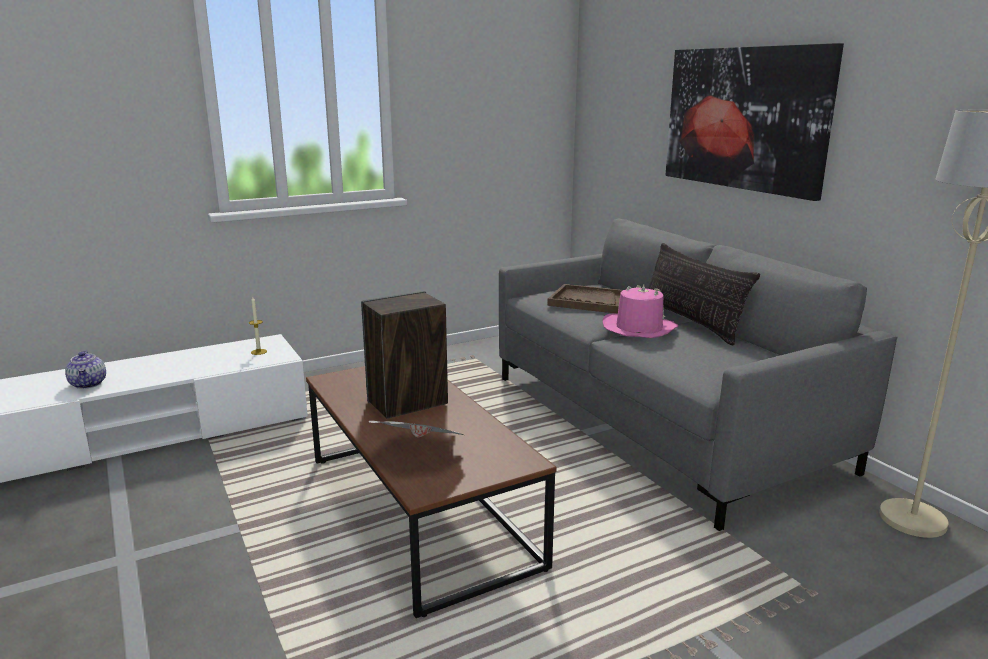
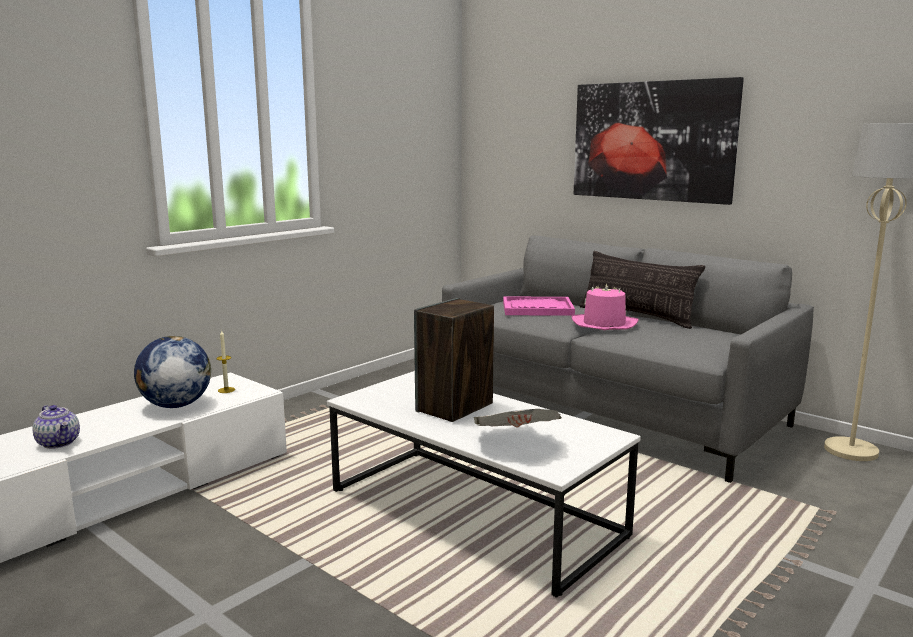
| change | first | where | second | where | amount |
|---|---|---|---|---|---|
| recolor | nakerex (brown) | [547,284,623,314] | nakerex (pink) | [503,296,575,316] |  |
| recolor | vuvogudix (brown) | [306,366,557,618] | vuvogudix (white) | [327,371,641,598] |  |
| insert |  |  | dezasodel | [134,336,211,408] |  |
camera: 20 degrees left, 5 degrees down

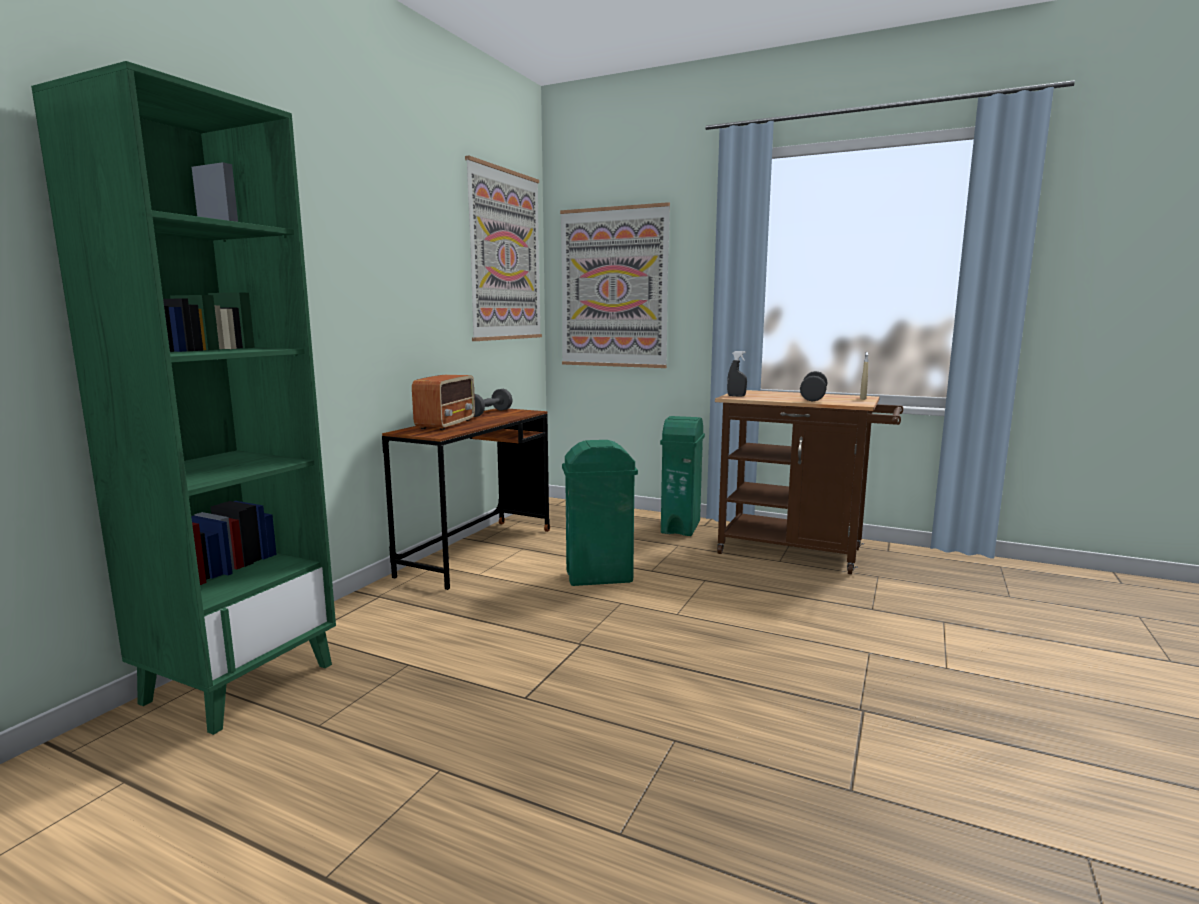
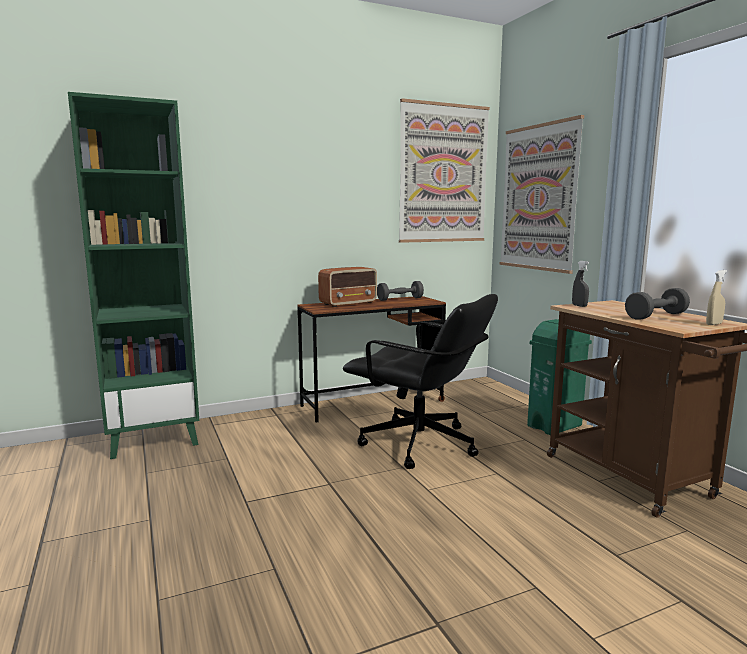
| change | first | where | second | where | amount |
|---|---|---|---|---|---|
| replace | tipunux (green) | [562,440,638,586] | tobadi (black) | [343,294,498,469] |  |
camera: 40 degrees right, 0 degrees up

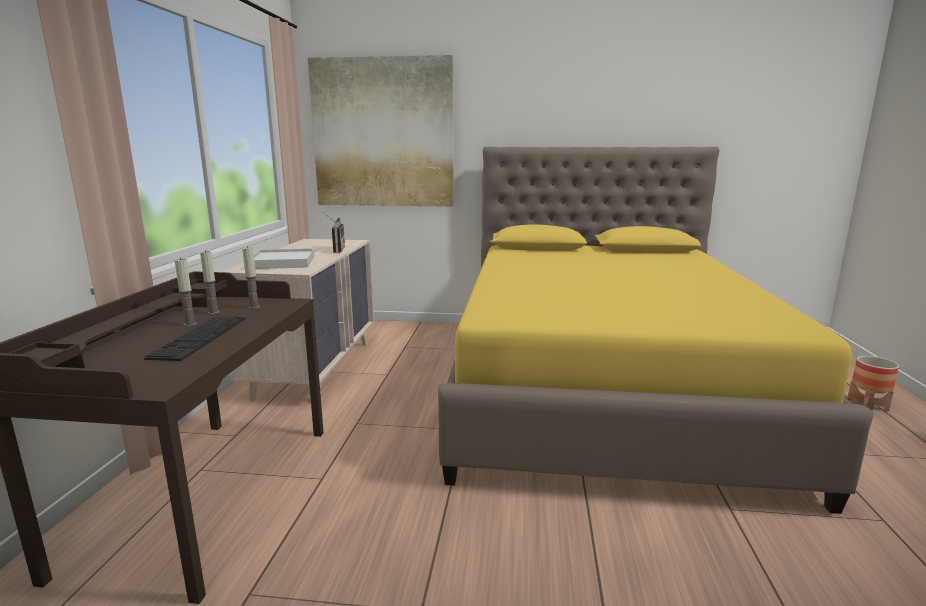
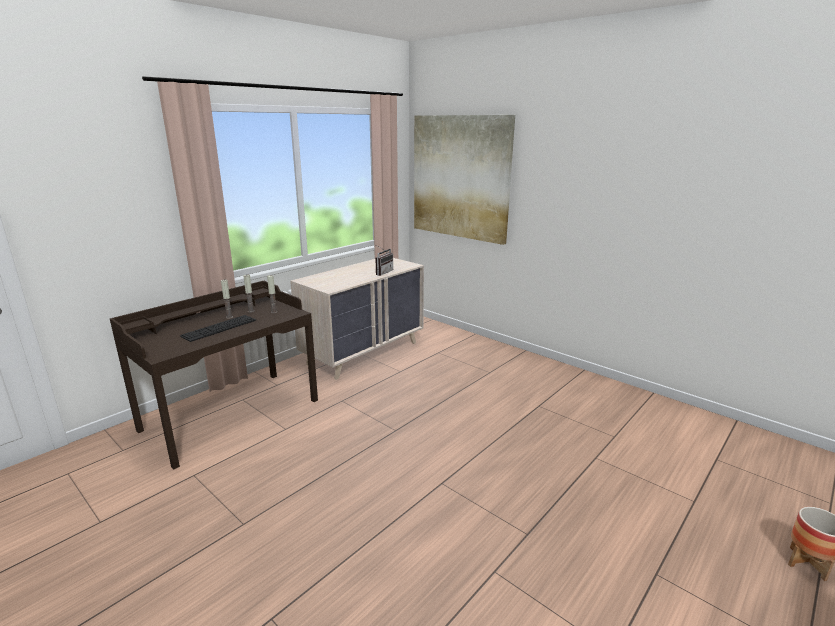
| change | first | where | second | where | amount |
|---|---|---|---|---|---|
| delete | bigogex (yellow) | [438,147,873,514] |  |  |  |
| delete | nakerex (white) | [254,248,315,269] |  |  |  |
camera: 35 degrees right, 5 degrees up

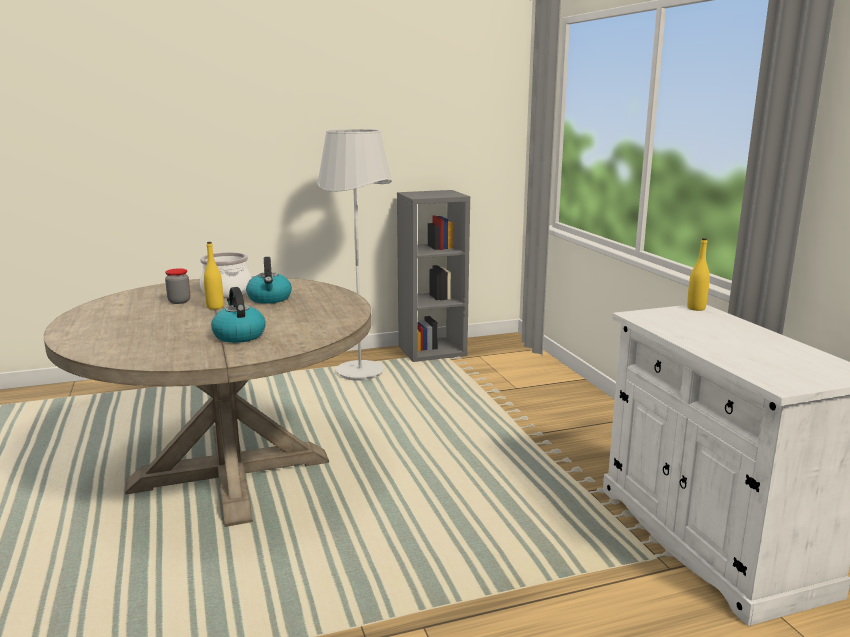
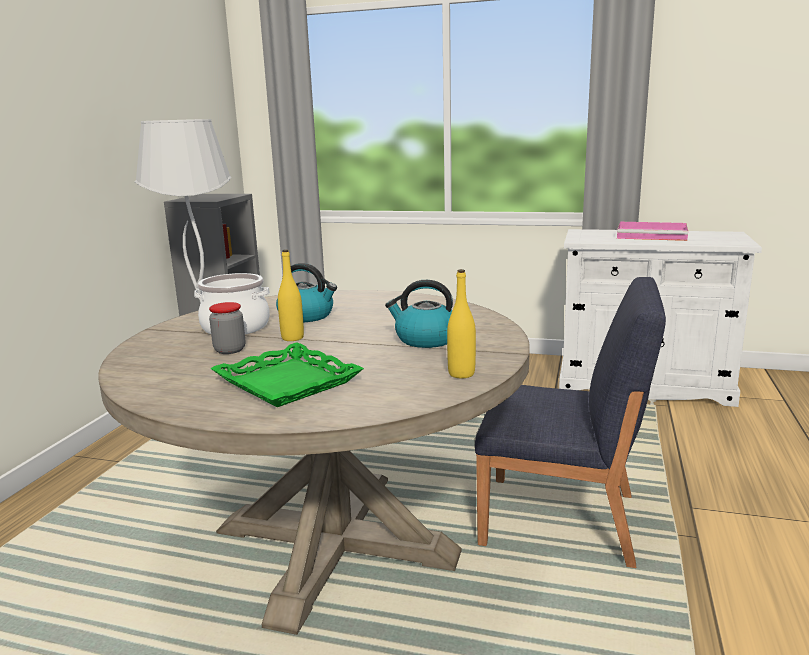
| change | first | where | second | where | amount |
|---|---|---|---|---|---|
| move | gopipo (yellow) | [687,238,710,311] |  | [447,269,476,378] |  |
| insert |  |  | nakerex (pink) | [617,222,688,241] |  |
| insert |  |  | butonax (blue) | [475,277,666,568] |  |
| insert |  |  | nakerex (green) | [210,342,364,407] |  |
camera: 55 degrees left, 0 degrees up

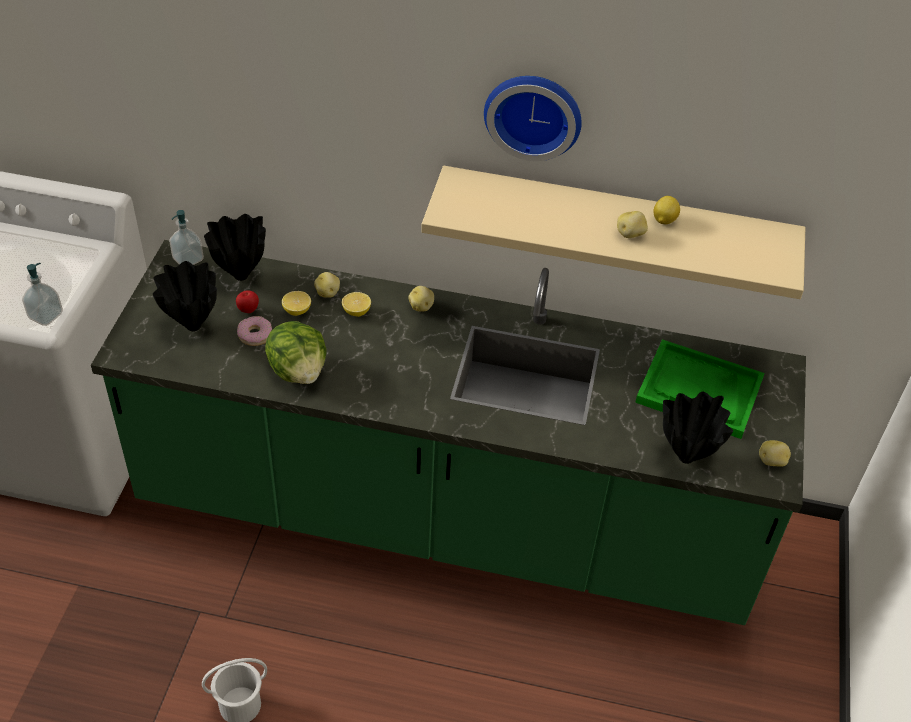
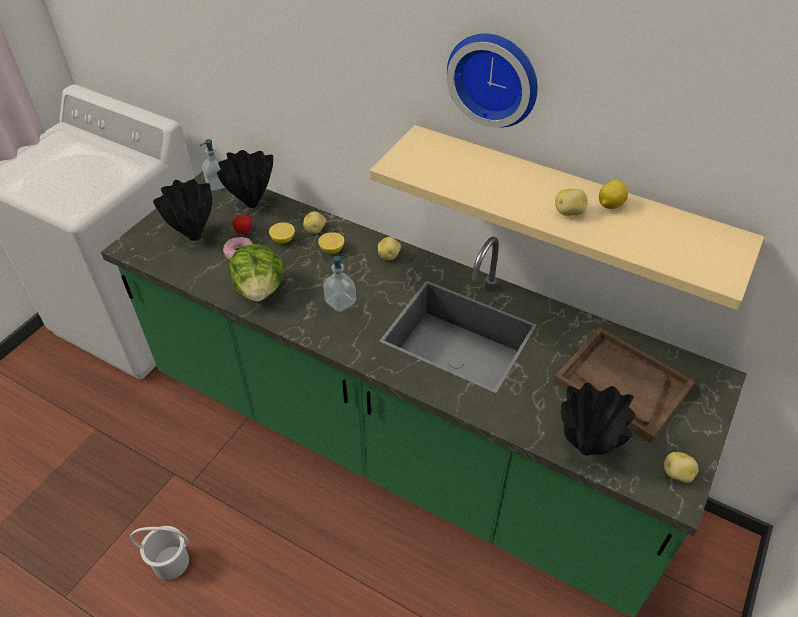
| change | first | where | second | where | amount |
|---|---|---|---|---|---|
| move | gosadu | [22,263,63,326] |  | [323,256,356,312] |  |
| recolor | nakerex (green) | [635,339,765,439] | nakerex (brown) | [553,327,695,443] |  |
camera: 20 degrees right, 0 degrees up

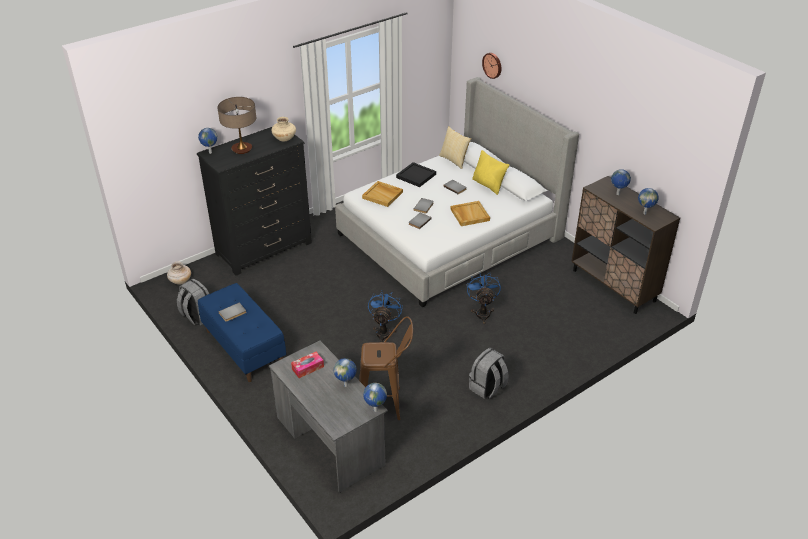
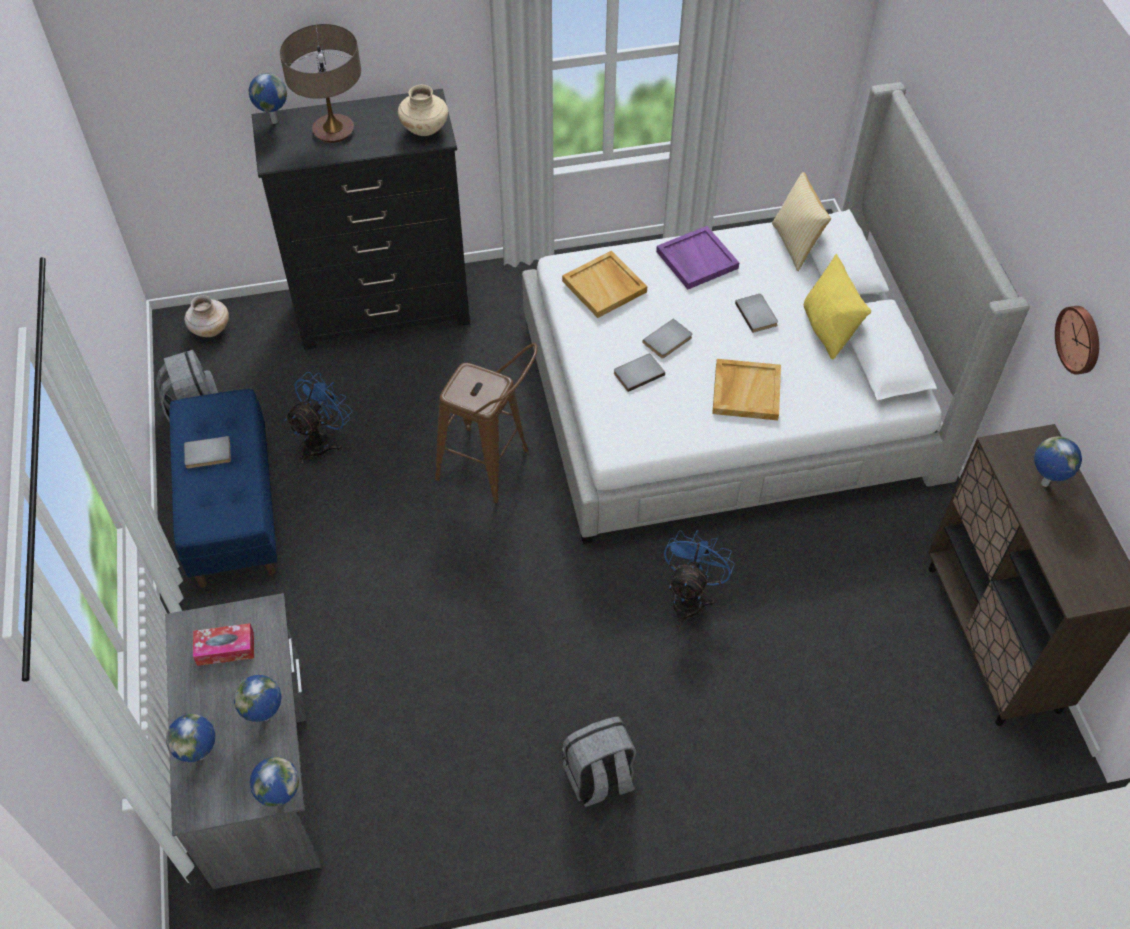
| change | first | where | second | where | amount |
|---|---|---|---|---|---|
| move | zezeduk | [482,53,502,79] |  | [1055,306,1099,375] |  |
| recolor | nakerex (black) | [396,162,436,187] | nakerex (purple) | [656,226,739,289] |  |
| move | dezasodel | [638,188,659,214] |  | [166,714,215,762] |  |
| move | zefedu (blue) | [368,290,403,342] |  | [285,372,353,464] |  |
| move | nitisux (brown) | [359,316,413,420] |  | [435,343,537,503] |  |
camera: 25 degrees right, 15 degrees up

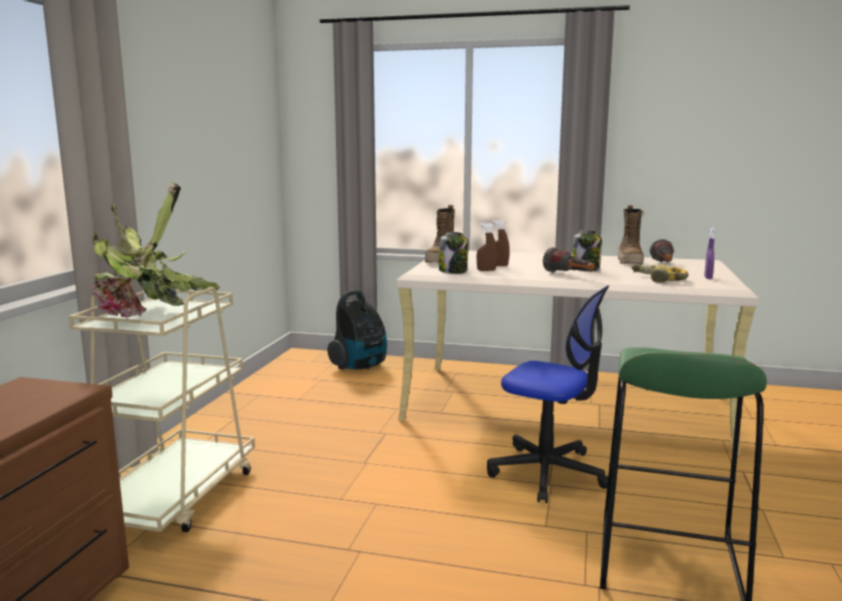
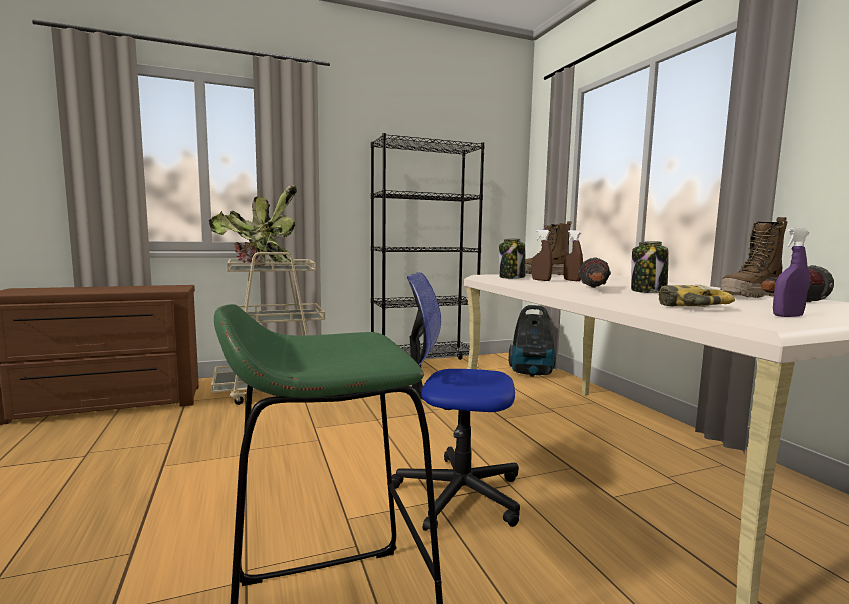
| change | first | where | second | where | amount |
|---|---|---|---|---|---|
| rotate | tobadi | [487,285,609,503] |  | [392,272,520,531] | 105 degrees clockwise |
| insert |  |  | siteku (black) | [371,133,485,366] |  |
camera: 55 degrees right, 5 degrees down

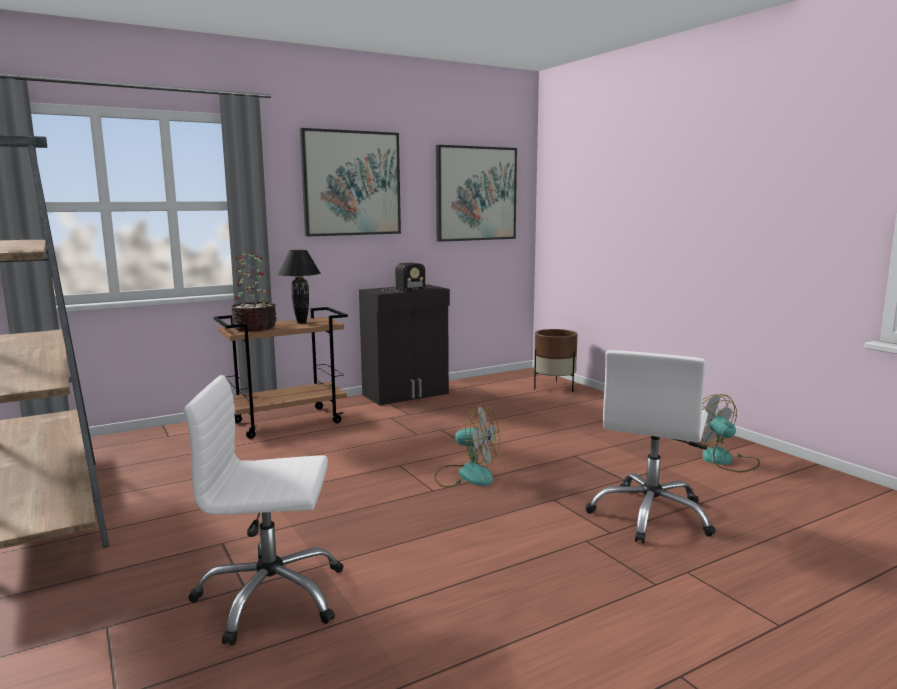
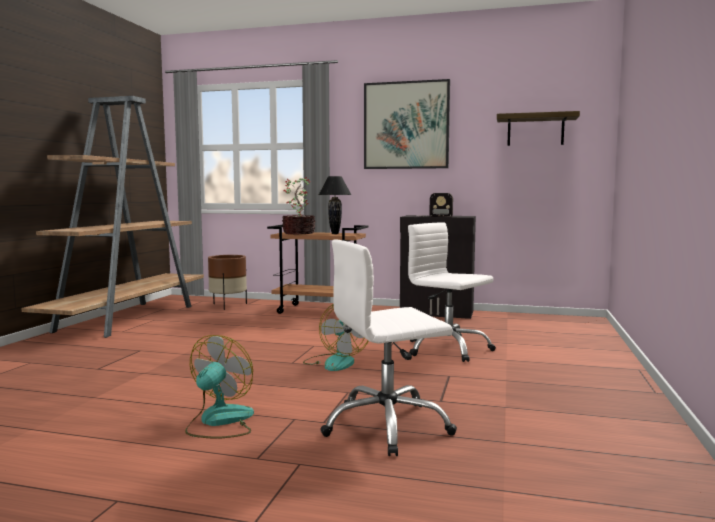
| change | first | where | second | where | amount |
|---|---|---|---|---|---|
| replace | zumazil | [436,145,517,242] | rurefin | [497,111,580,146] |  |
| move | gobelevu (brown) | [534,329,577,392] |  | [208,255,247,310] |  |
| move | tobadi (white) | [184,375,343,646] |  | [408,223,496,362] |  |
| move | zefedu | [696,394,760,472] |  | [185,335,254,439] |  |
camera: 45 degrees right, 5 degrees down

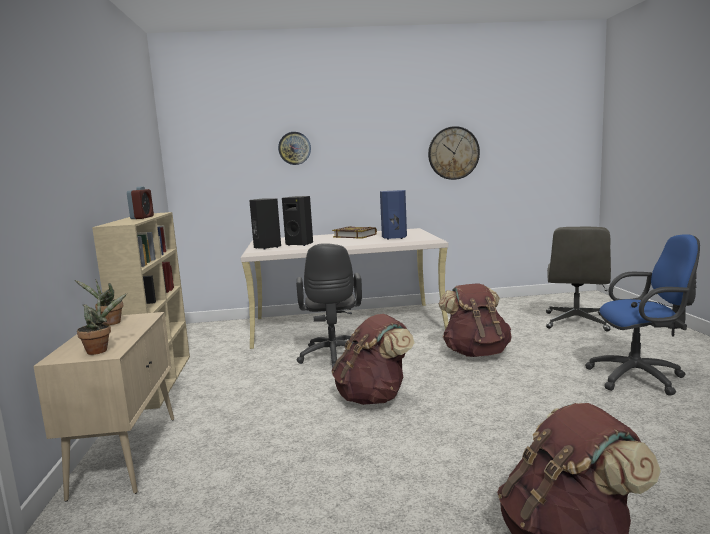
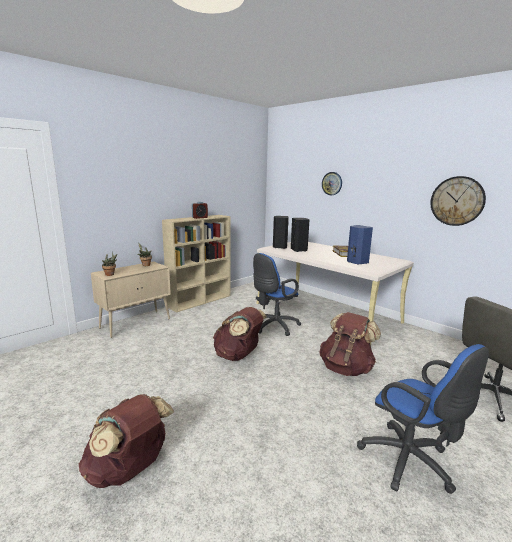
| change | first | where | second | where | amount |
|---|---|---|---|---|---|
| recolor | tobadi (grey) | [296,243,362,368] | tobadi (blue) | [253,253,301,336] |  |
camera: 50 degrees right, 5 degrees up

